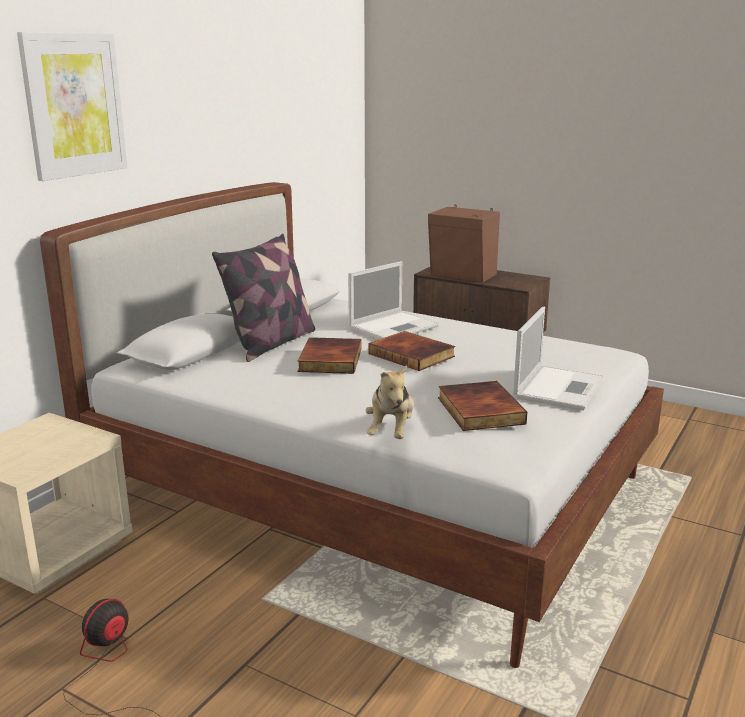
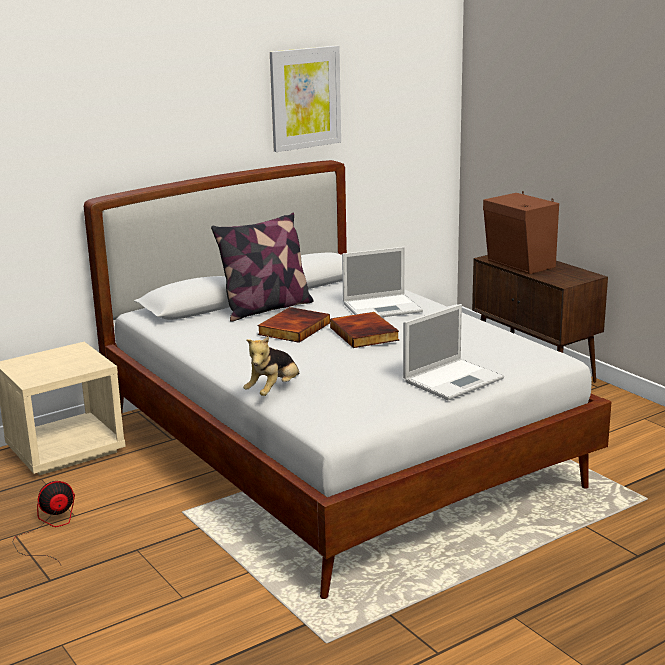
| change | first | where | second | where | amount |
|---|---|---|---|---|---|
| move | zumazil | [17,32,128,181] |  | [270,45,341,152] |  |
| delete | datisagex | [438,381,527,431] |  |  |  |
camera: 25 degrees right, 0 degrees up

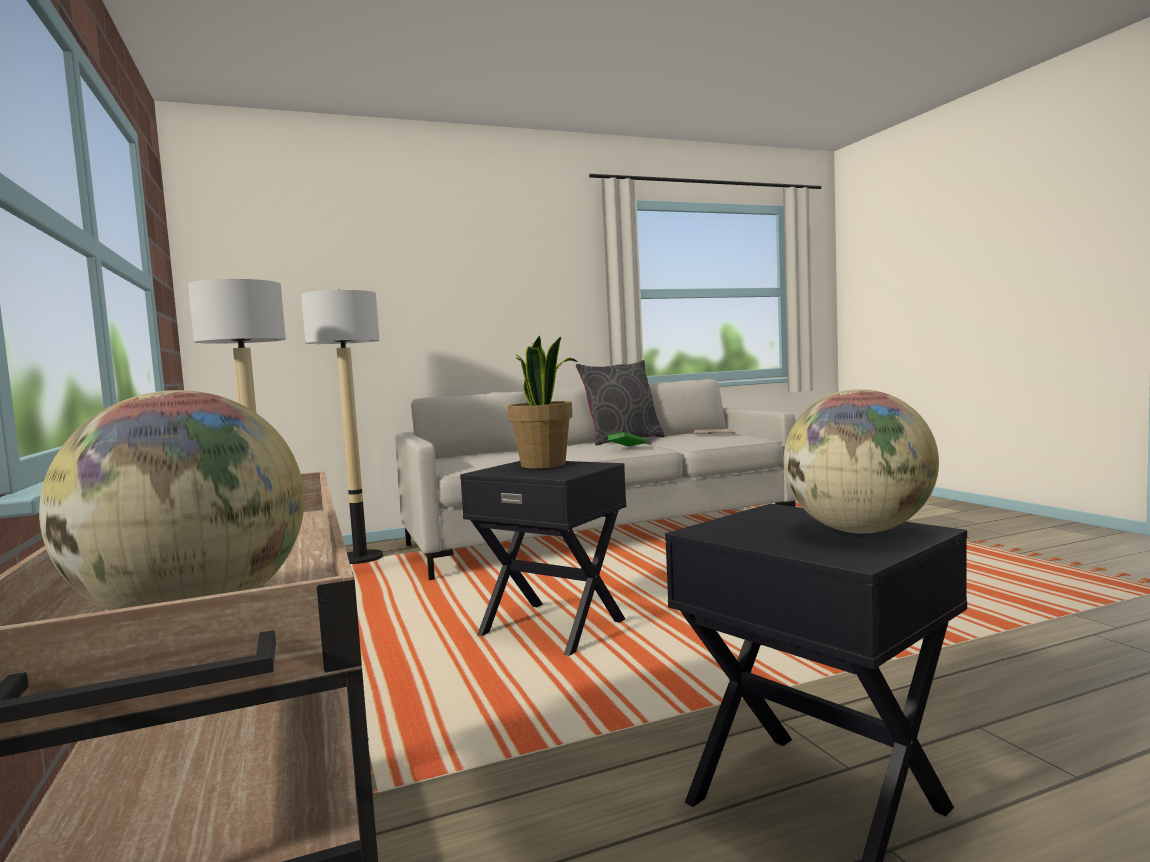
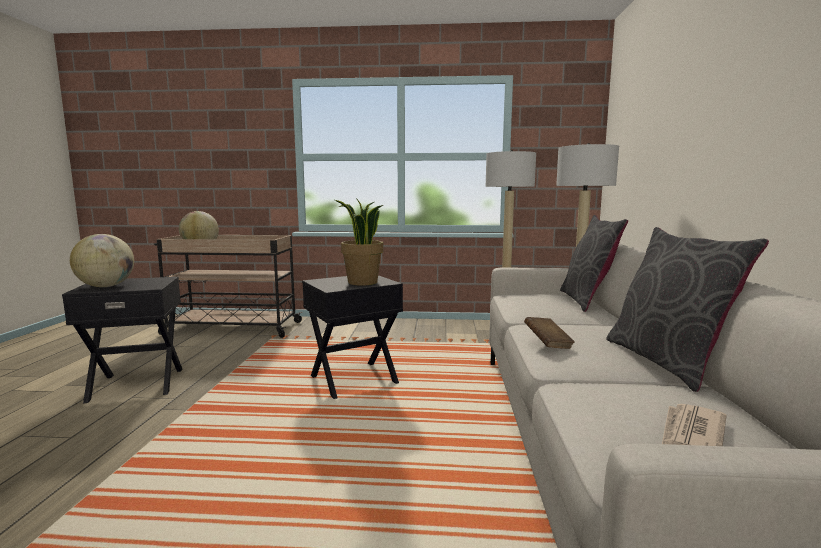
| change | first | where | second | where | amount |
|---|---|---|---|---|---|
| recolor | datisagex (green) | [607,432,646,446] | datisagex (brown) | [524,317,575,349] |  |
| insert |  |  | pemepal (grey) | [560,215,628,312] |  |
camera: 115 degrees right, 5 degrees up

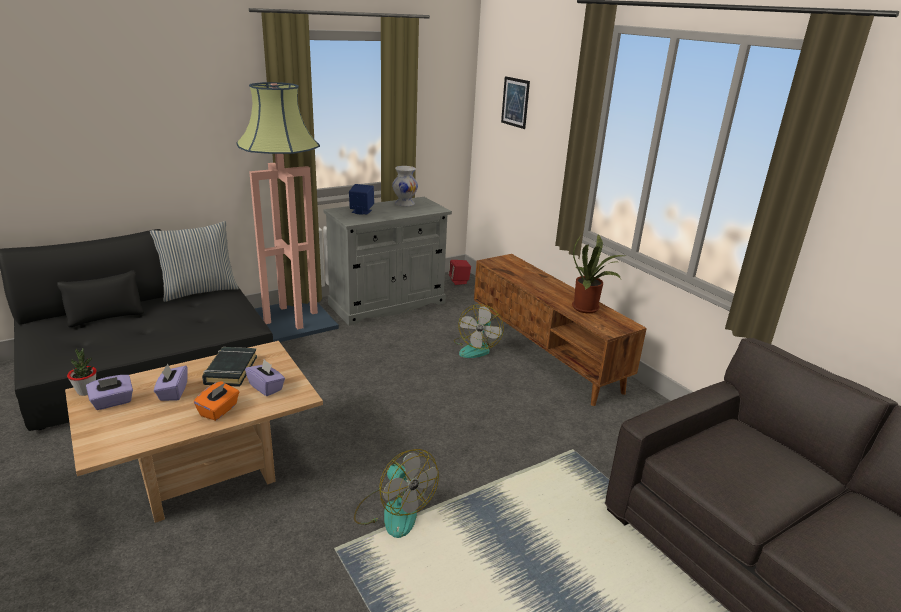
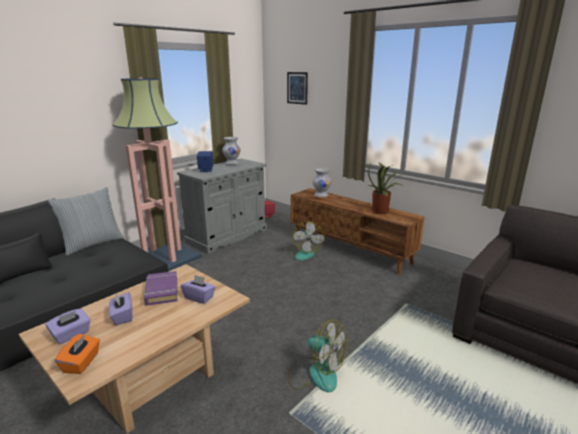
| change | first | where | second | where | amount |
|---|---|---|---|---|---|
| recolor | datisagex (black) | [202,347,257,387] | datisagex (purple) | [144,271,177,306] |  |
| delete | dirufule | [67,348,97,396] |  |  |  |
| move | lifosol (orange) | [194,381,239,421] |  | [55,334,100,374] |  |
| insert |  |  | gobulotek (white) | [313,168,331,197] |  |
camera: 15 degrees left, 5 degrees down

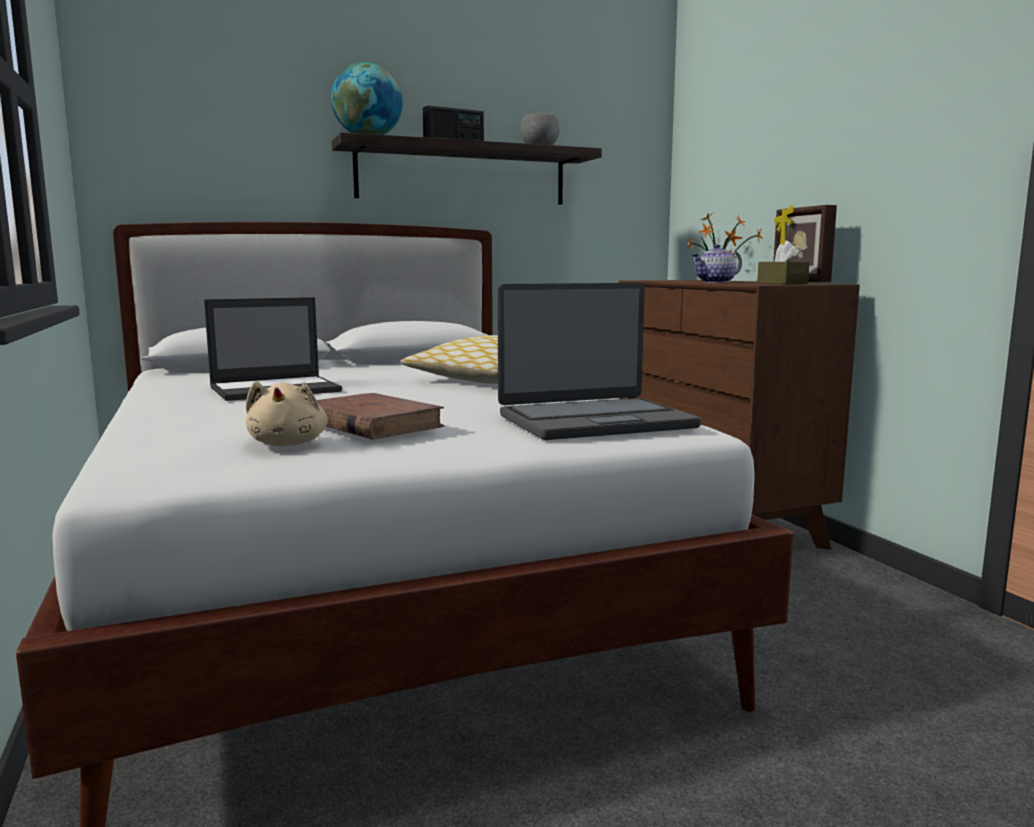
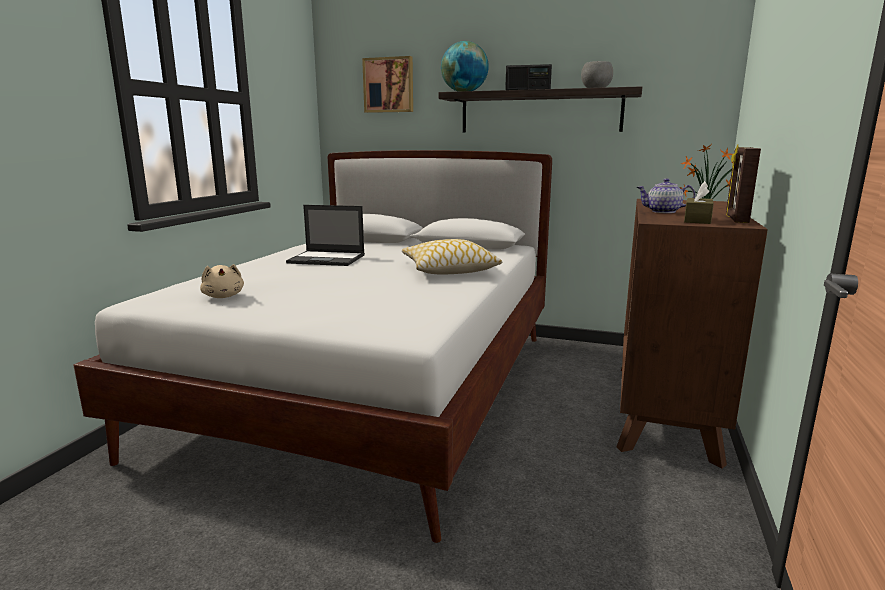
| change | first | where | second | where | amount |
|---|---|---|---|---|---|
| delete | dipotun | [498,283,701,440] |  |  |  |
| rotate | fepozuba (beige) | [246,381,328,446] |  | [200,264,244,298] | 60 degrees counterclockwise |
| delete | datisagex (brown) | [317,393,444,440] |  |  |  |
| insert |  |  | zumazil | [362,56,413,113] |  |
camera: 40 degrees right, 5 degrees up

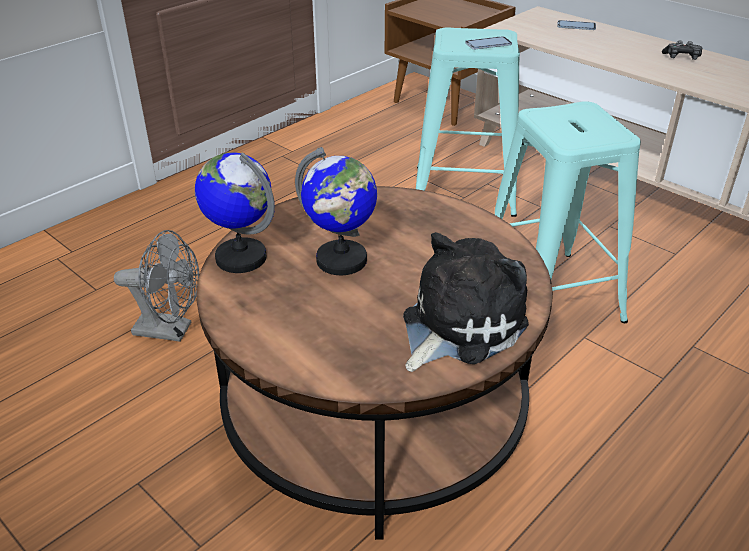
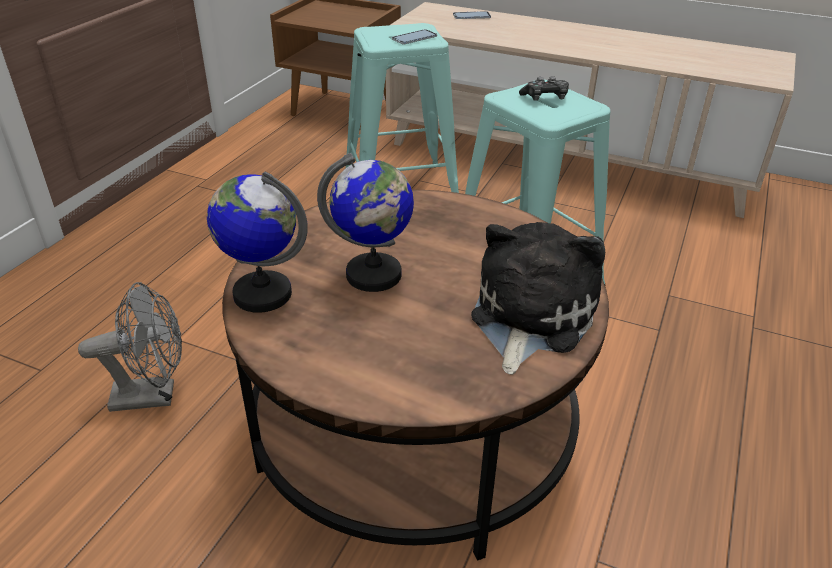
| change | first | where | second | where | amount |
|---|---|---|---|---|---|
| move | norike | [662,41,702,60] |  | [519,76,569,101] |  |
camera: 20 degrees left, 0 degrees up

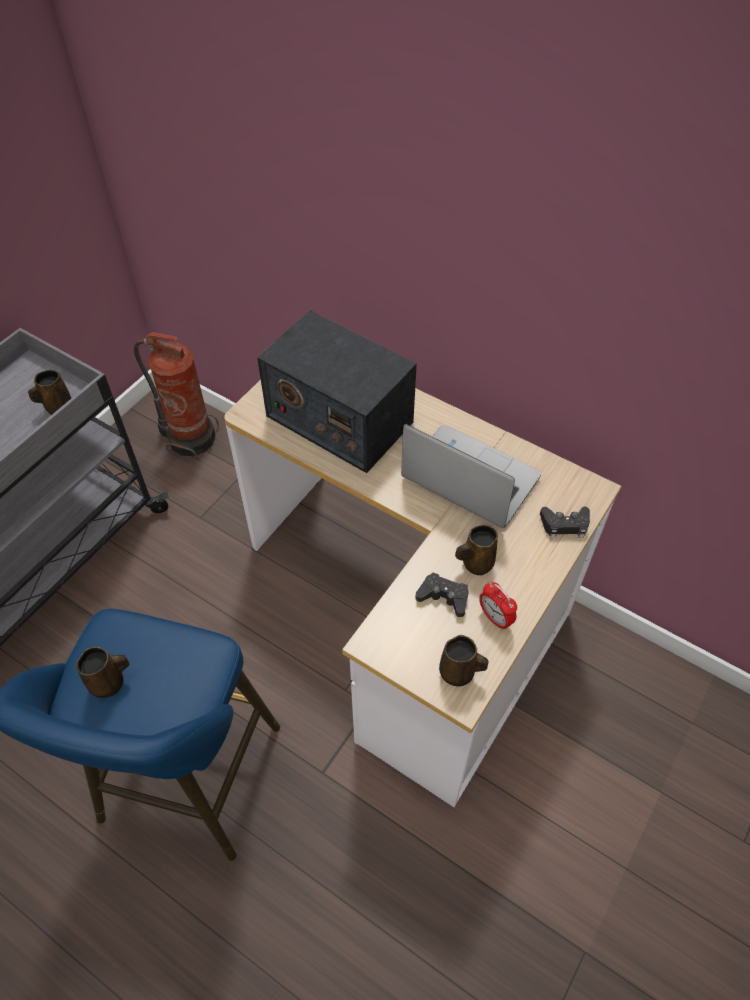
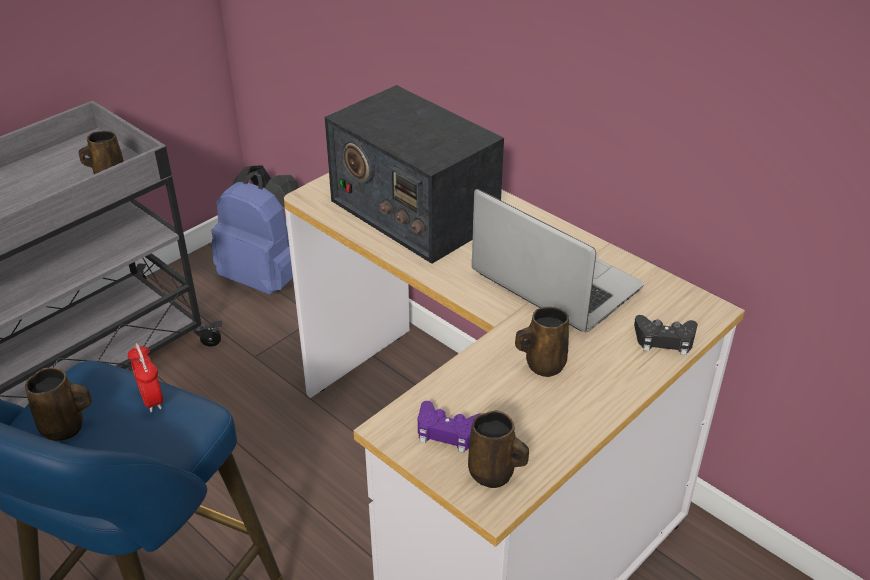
| change | first | where | second | where | amount |
|---|---|---|---|---|---|
| replace | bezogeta | [134,332,219,460] | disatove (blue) | [212,165,299,295] |  |
| delete | norike (black) | [415,573,469,617] |  |  |  |
| move | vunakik | [479,582,517,630] |  | [128,343,163,412] |  |
| insert |  |  | norike (purple) | [418,401,479,453] |  |
camera: 10 degrees right, 15 degrees down

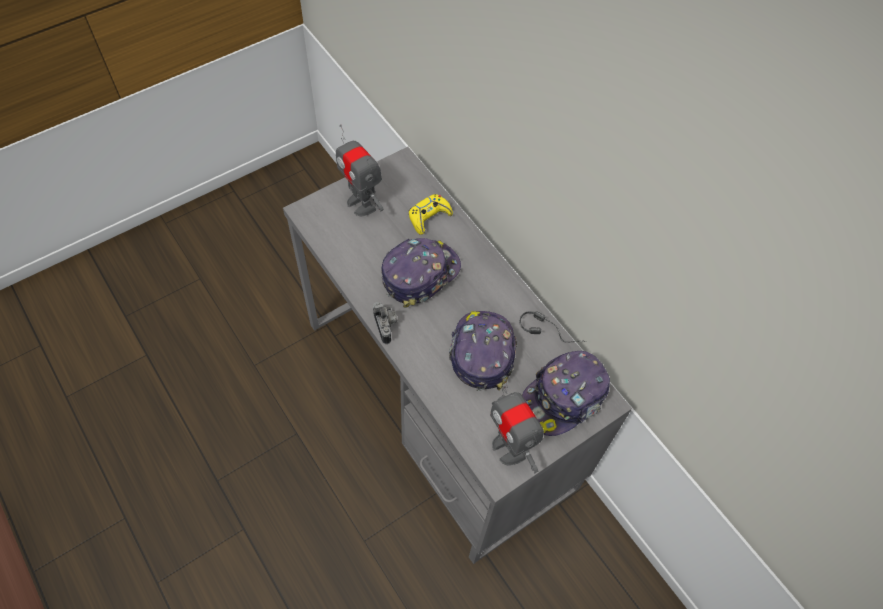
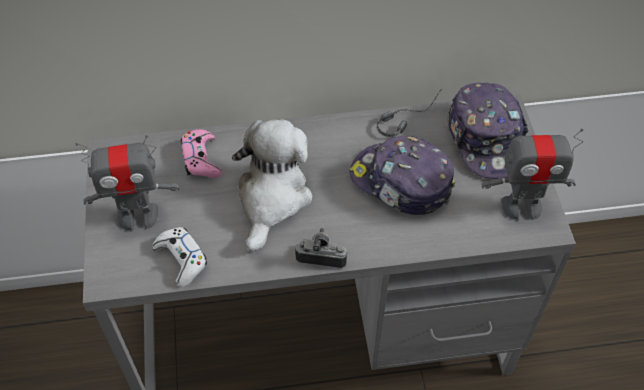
| change | first | where | second | where | amount |
|---|---|---|---|---|---|
| recolor | norike (yellow) | [409,194,453,235] | norike (pink) | [181,129,222,178] |  |
| replace | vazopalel | [381,238,461,308] | fepozuba | [232,119,313,252] |  |
| insert |  |  | norike (white) | [152,227,207,287] |  |
camera: 60 degrees left, 5 degrees down

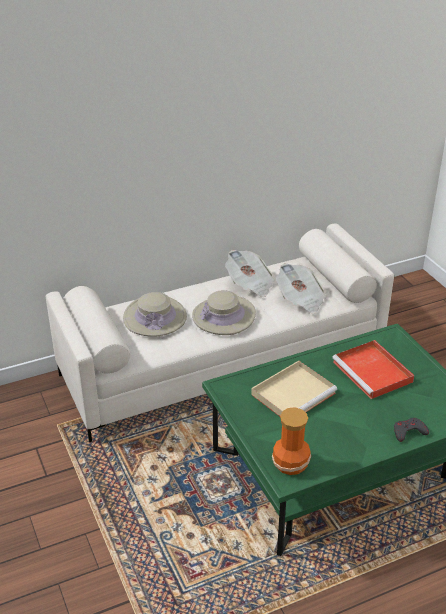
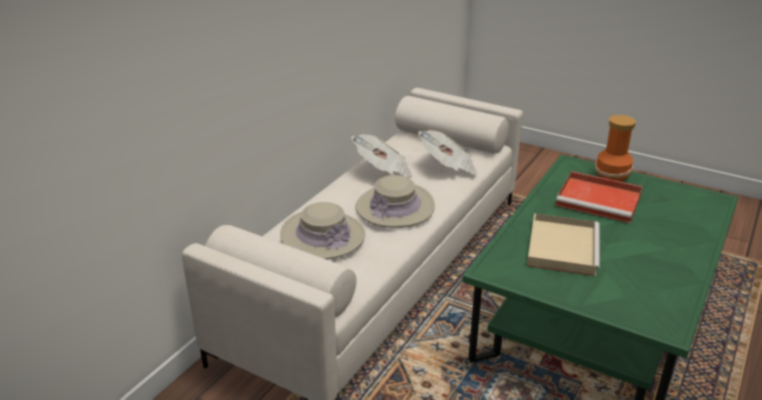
| change | first | where | second | where | amount |
|---|---|---|---|---|---|
| move | gobulotek | [272,407,311,475] |  | [595,115,636,181] |  |
| delete | norike (grey) | [394,418,429,442] |  |  |  |
camera: 35 degrees left, 5 degrees down

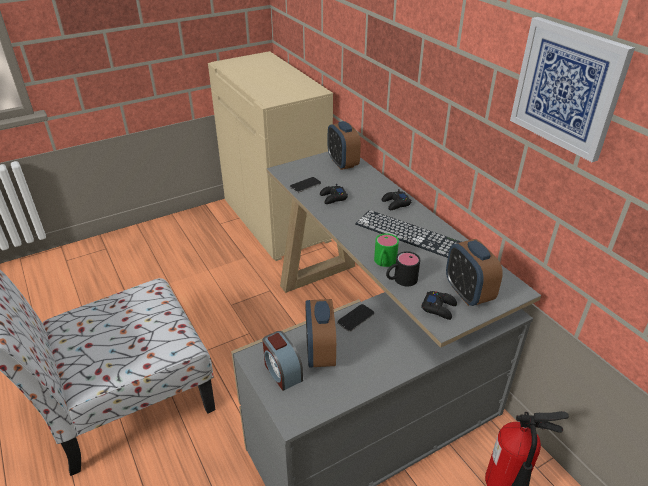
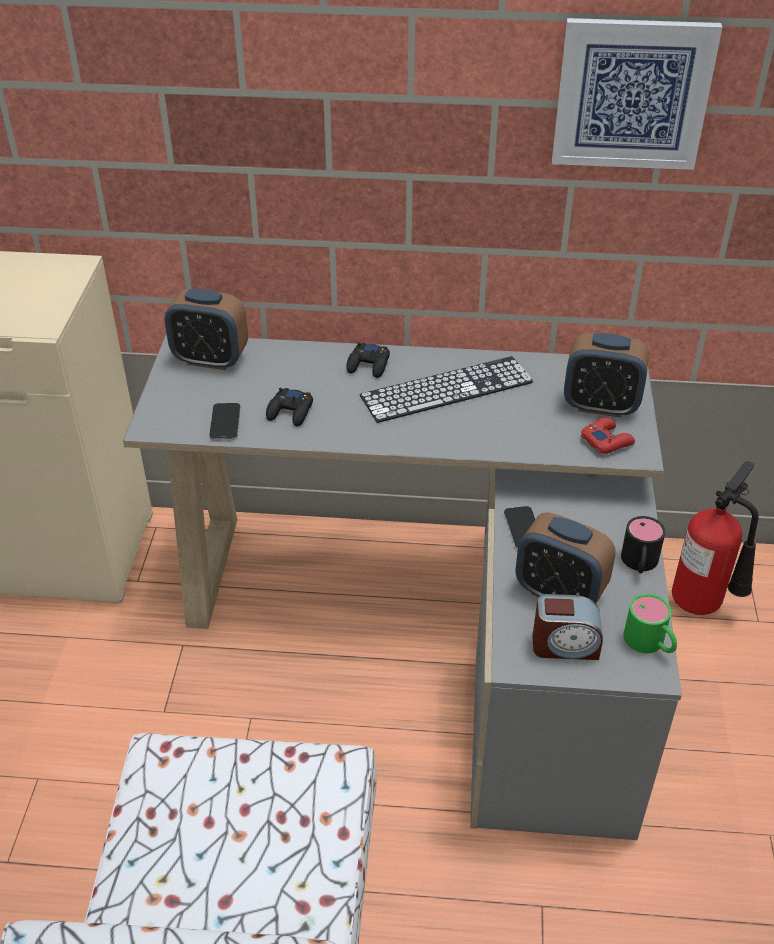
| change | first | where | second | where | amount |
|---|---|---|---|---|---|
| move | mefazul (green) | [374,233,399,267] |  | [624,594,677,653] |  |
| move | mefazul (black) | [386,251,420,287] |  | [621,516,665,574] |  |
| recolor | norike (black) | [421,291,457,320] | norike (red) | [581,417,635,454] |  |
camera: 55 degrees left, 5 degrees up

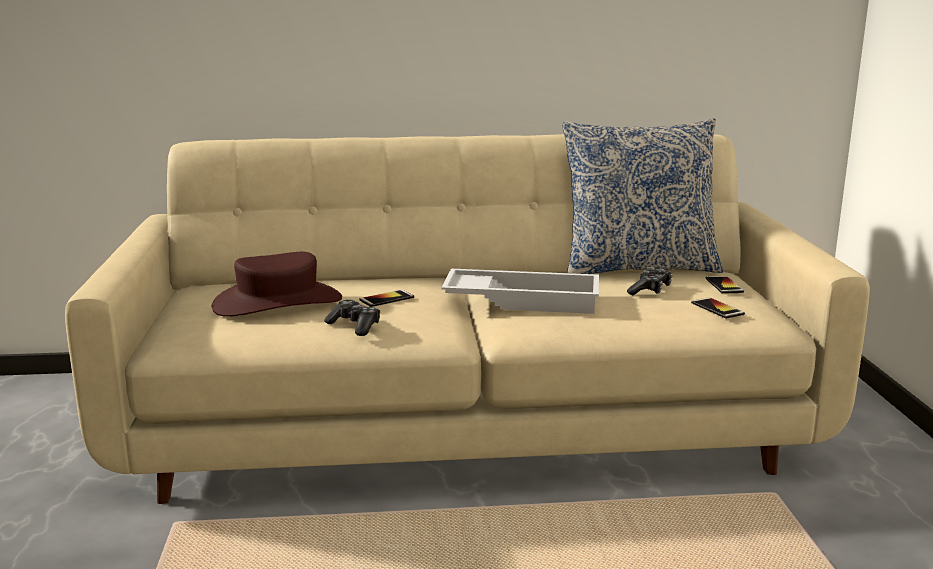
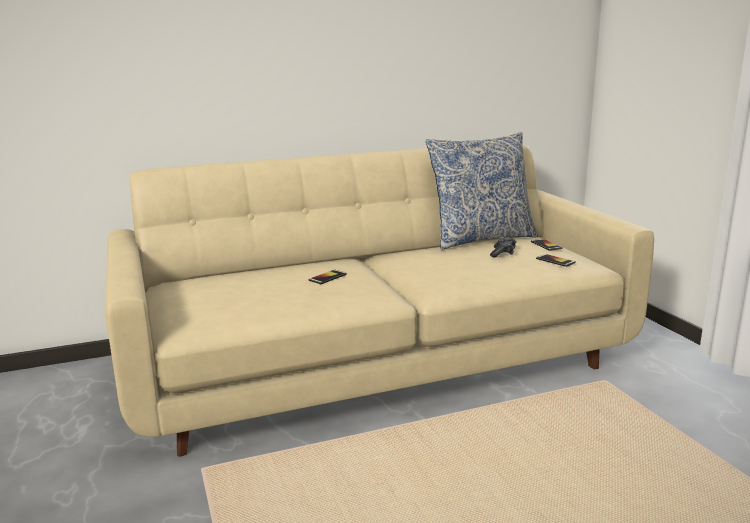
| change | first | where | second | where | amount |
|---|---|---|---|---|---|
| delete | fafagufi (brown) | [212,252,342,317] |  |  |  |
| delete | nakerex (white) | [441,269,599,314] |  |  |  |
| delete | norike | [324,300,380,336] |  |  |  |
camera: 15 degrees left, 0 degrees up

